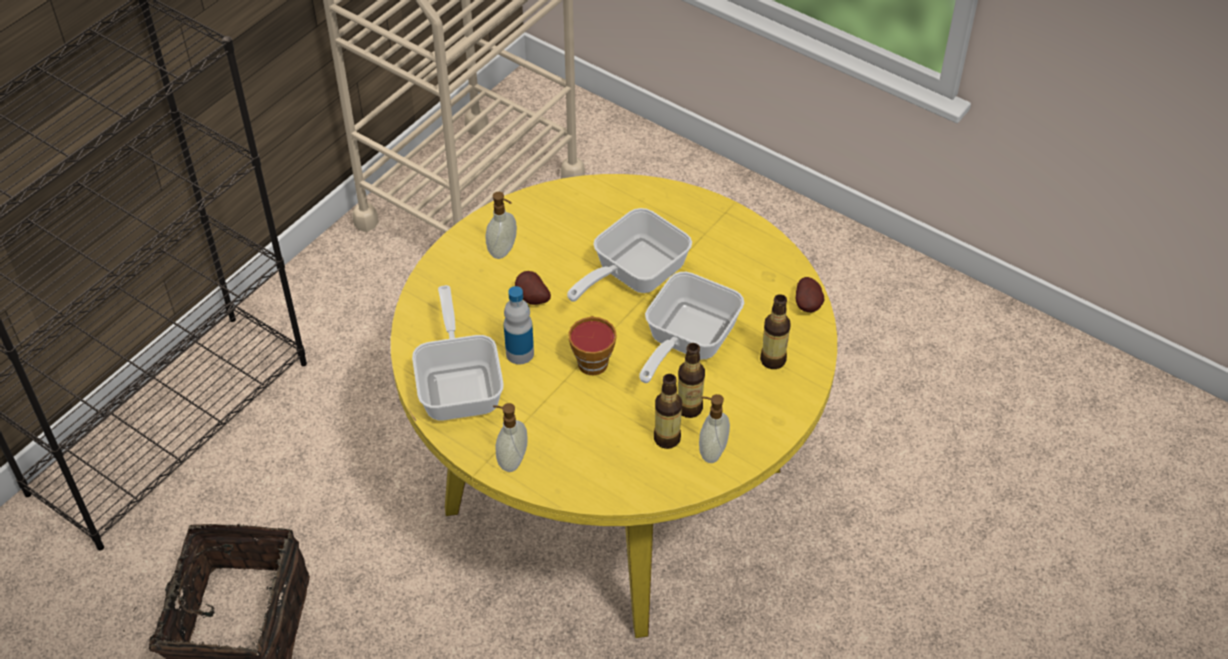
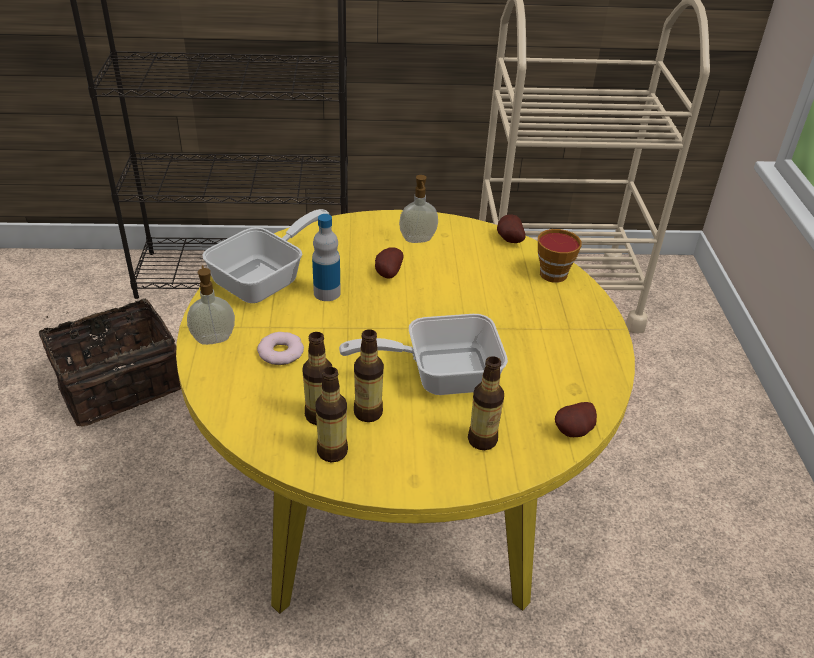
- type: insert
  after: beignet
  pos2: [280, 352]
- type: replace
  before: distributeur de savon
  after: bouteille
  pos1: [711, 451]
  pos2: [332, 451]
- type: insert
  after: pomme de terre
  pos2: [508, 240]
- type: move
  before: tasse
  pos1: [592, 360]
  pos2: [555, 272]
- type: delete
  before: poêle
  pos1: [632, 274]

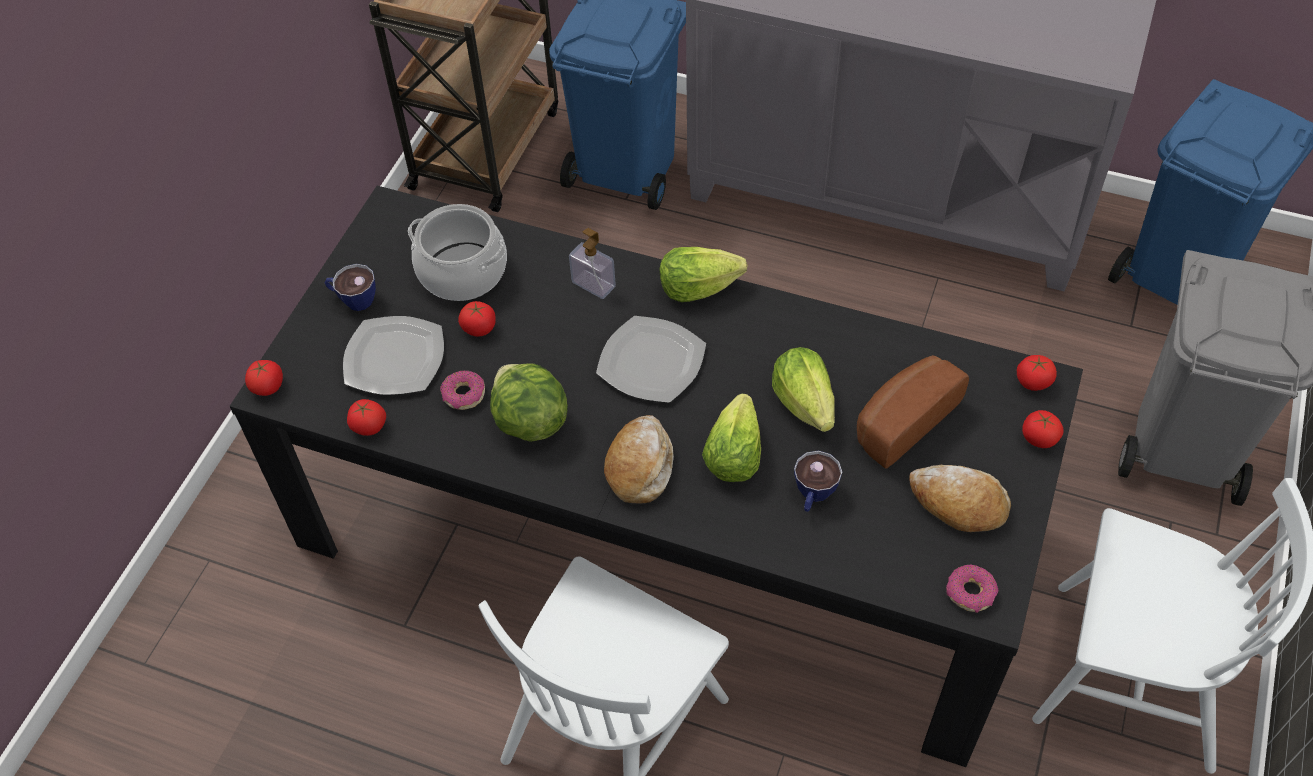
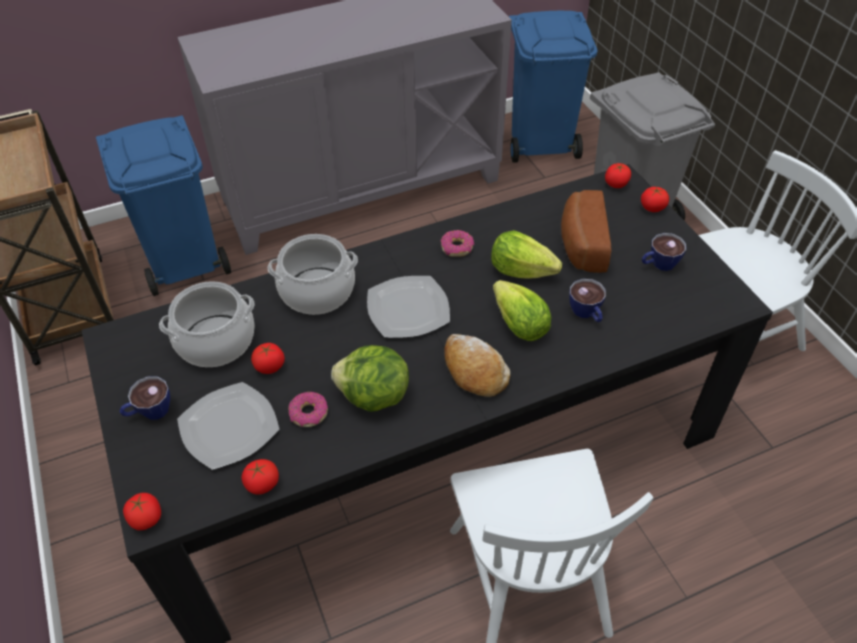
- type: replace
  before: distributeur de savon
  after: marmite
  pos1: [593, 284]
  pos2: [317, 291]
- type: move
  before: beignet
  pos1: [970, 593]
  pos2: [457, 248]
- type: replace
  before: pain
  after: tasse
  pos1: [958, 503]
  pos2: [658, 264]
- type: delete
  before: laitue
  pos1: [697, 288]

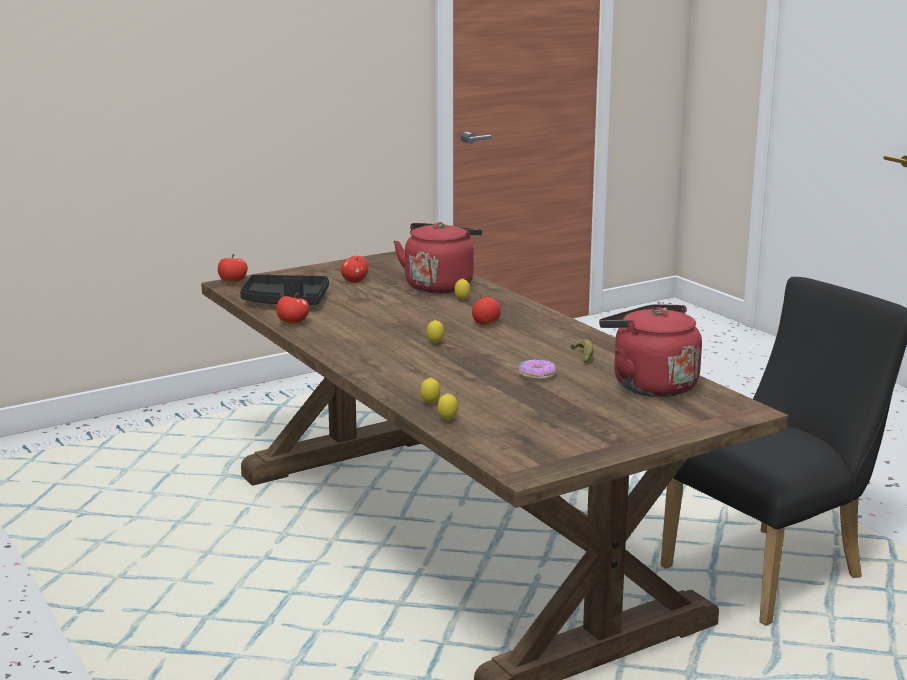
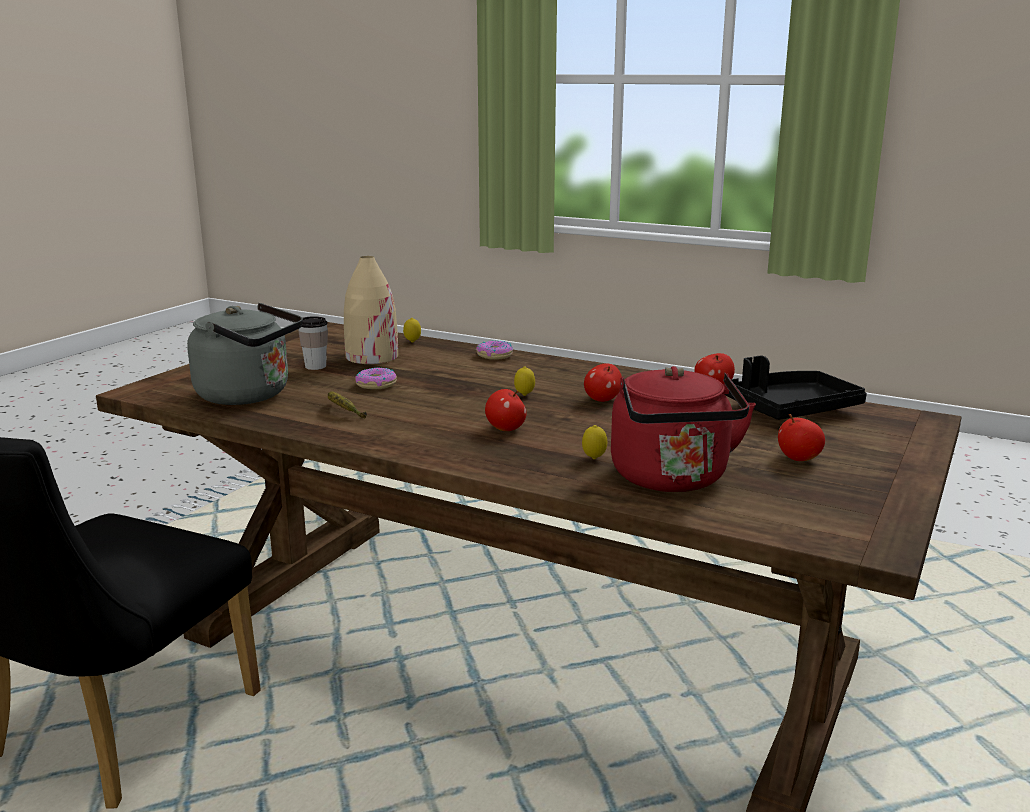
- type: recolor
  before: bouilloire [rouge]
  after: bouilloire [gris]
  pos1: [649, 385]
  pos2: [249, 395]
- type: insert
  after: tasse
  pos2: [315, 366]
- type: insert
  after: vase [beige]
  pos2: [371, 357]
- type: insert
  after: beignet
  pos2: [494, 355]
- type: move
  before: pomme
  pos1: [233, 282]
  pos2: [602, 400]
- type: delete
  before: citron
  pos1: [430, 404]

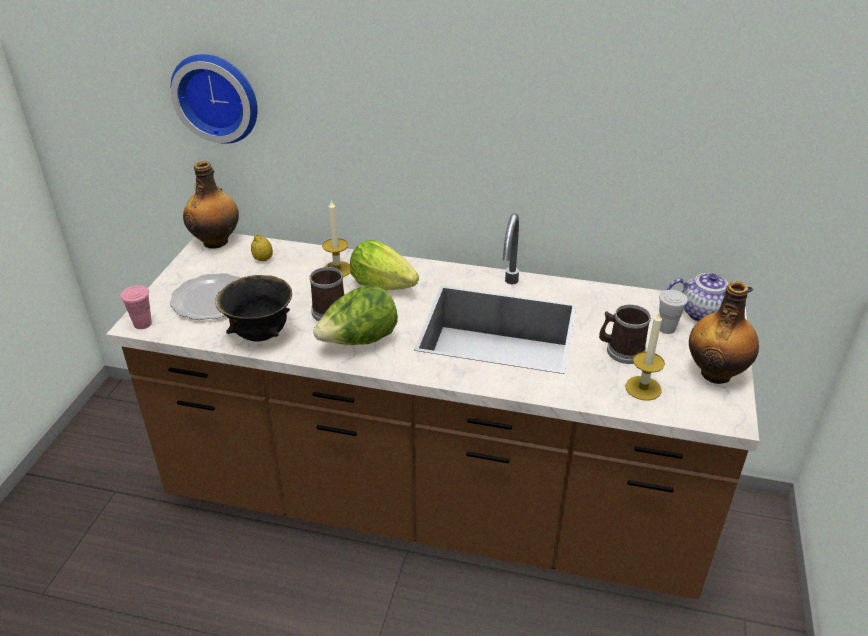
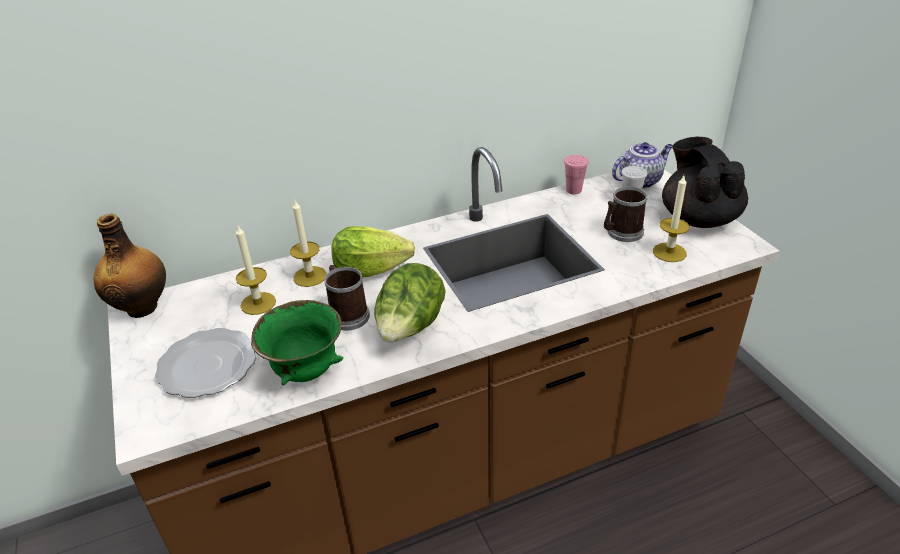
- type: insert
  after: bougie
  pos2: [258, 303]
- type: recolor
  before: bol [noir]
  after: bol [vert]
  pos1: [260, 335]
  pos2: [305, 372]
- type: move
  before: tasse [rose]
  pos1: [142, 324]
  pos2: [573, 190]
- type: replace
  before: bouteille
  after: théière [noir]
  pos1: [716, 373]
  pos2: [698, 218]
- type: delete
  before: horloge murale
  pos1: [217, 96]
- type: delete
  before: citron
  pos1: [263, 259]

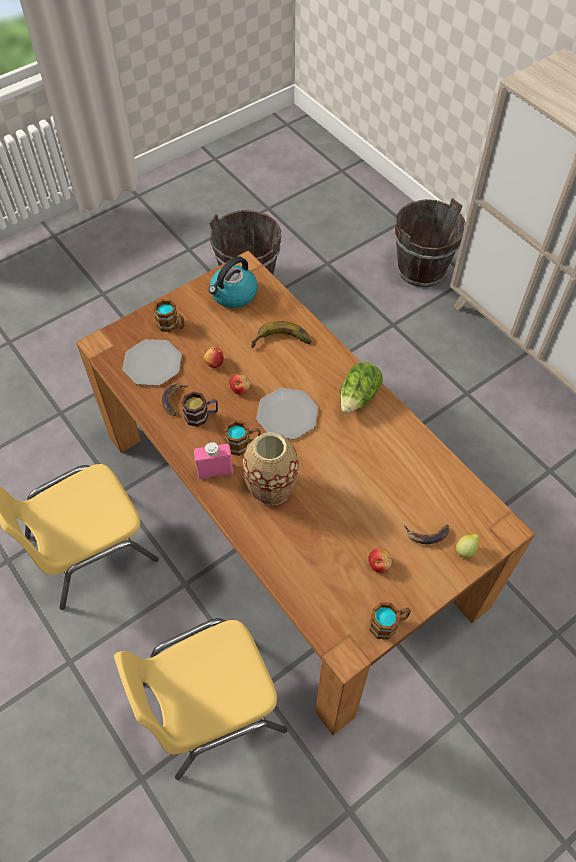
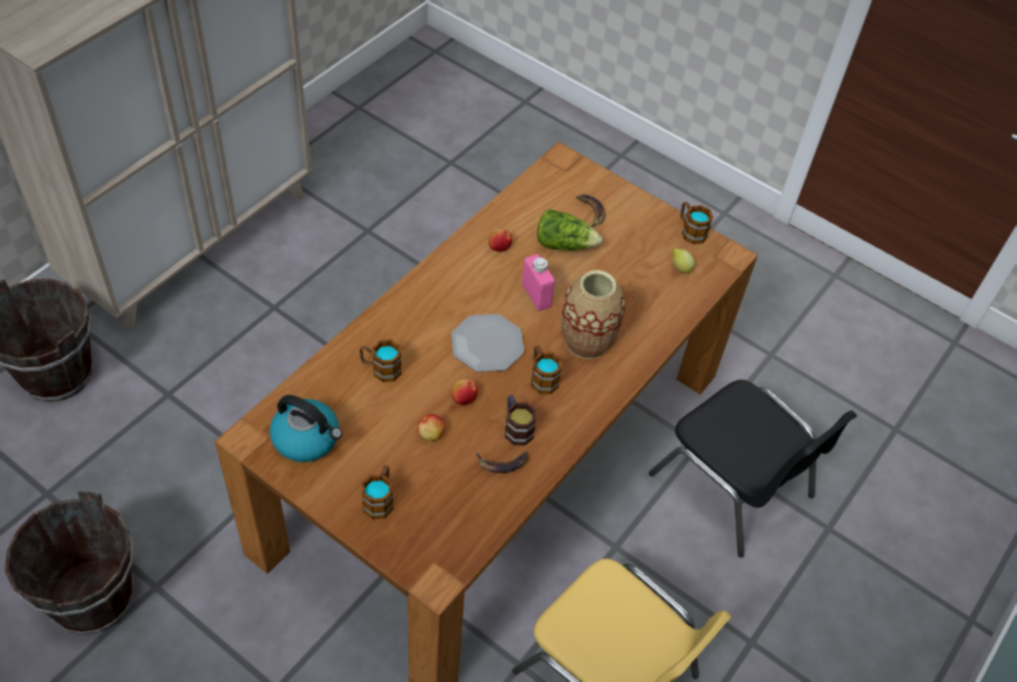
- type: replace
  before: banane
  after: mug
  pos1: [281, 343]
  pos2: [380, 369]
- type: move
  before: pomme
  pos1: [379, 564]
  pos2: [499, 246]
- type: move
  before: bouteille [rose]
  pos1: [215, 471]
  pos2: [536, 296]
- type: move
  before: laitue
  pos1: [358, 397]
  pos2: [564, 244]
- type: recolor
  before: chaise [jaune]
  after: chaise [noir]
  pos1: [209, 705]
  pos2: [734, 486]
- type: move
  before: citron
  pos1: [466, 550]
  pos2: [680, 268]
- type: delete
  before: assiette
  pos1: [152, 363]

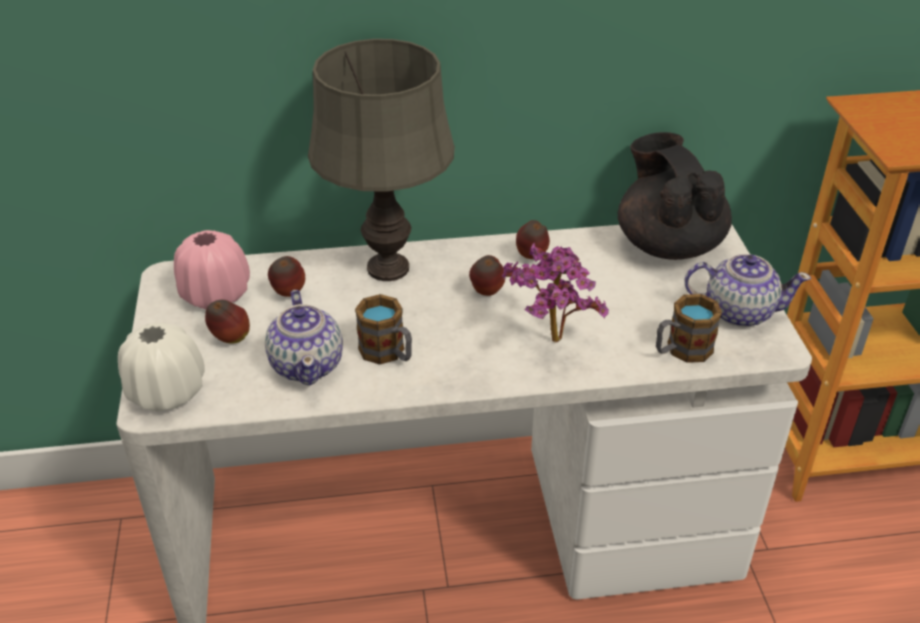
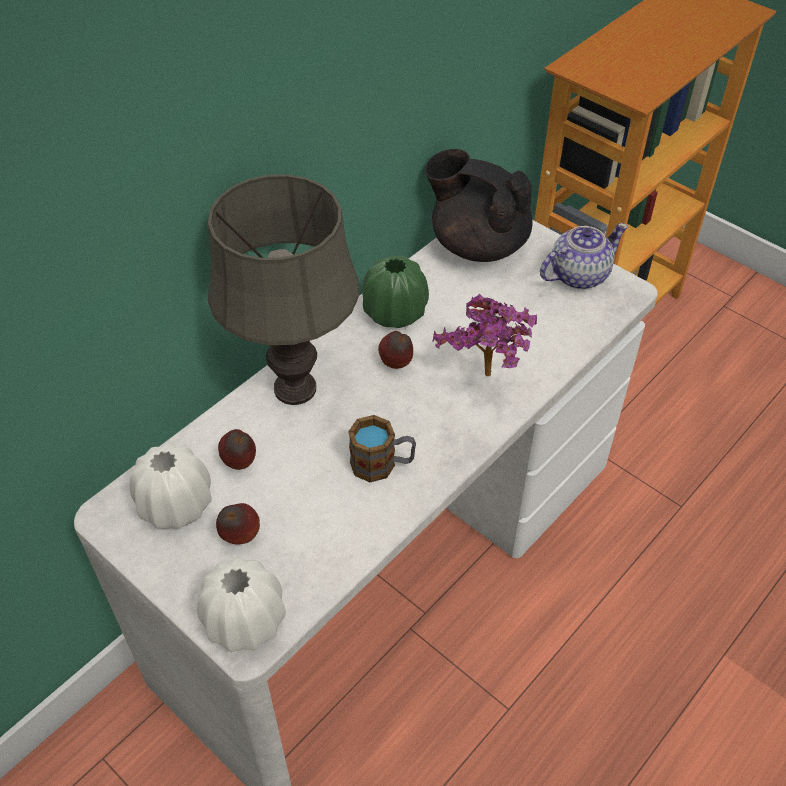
- type: recolor
  before: vase [rose]
  after: vase [blanc]
  pos1: [216, 295]
  pos2: [176, 505]
- type: replace
  before: pomme
  after: vase [vert]
  pos1: [531, 257]
  pos2: [395, 312]
- type: delete
  before: théière
  pos1: [307, 364]
- type: delete
  before: mug
  pos1: [681, 350]

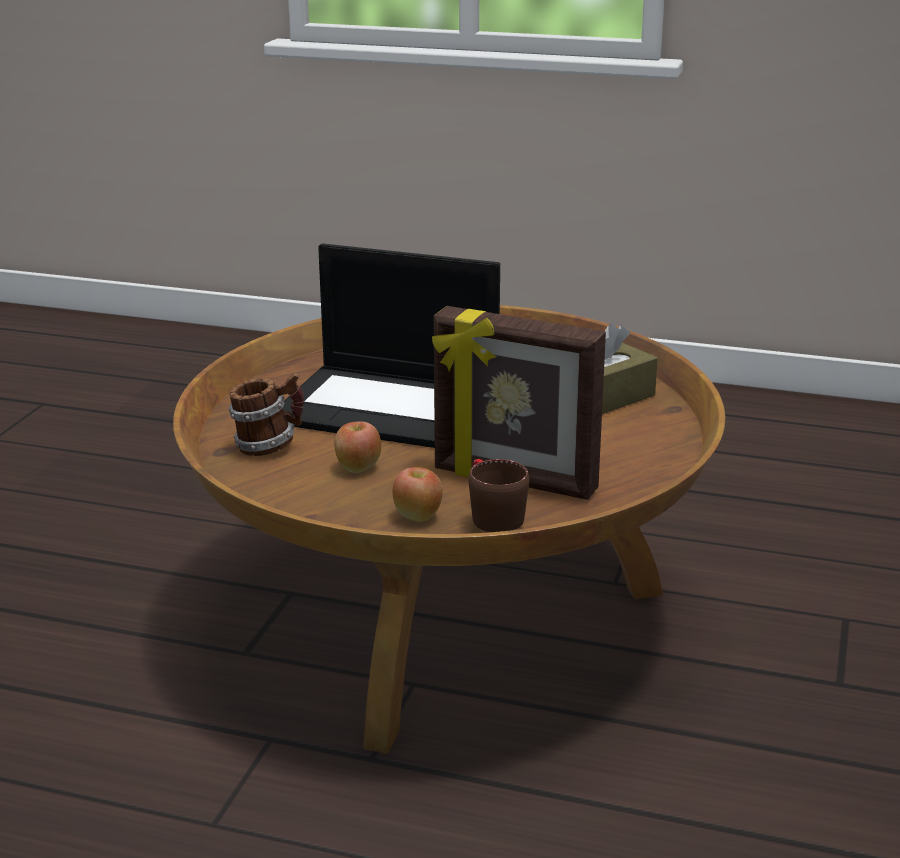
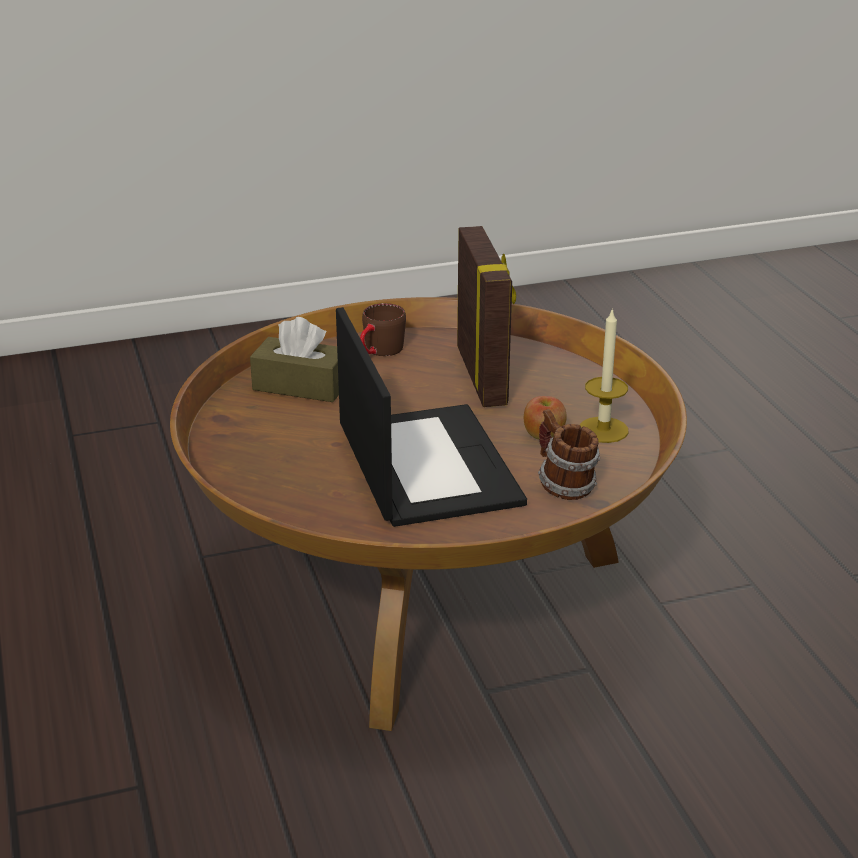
- type: move
  before: mug [marron]
  pos1: [491, 515]
  pos2: [379, 352]
- type: insert
  after: bougie
  pos2: [603, 430]
- type: delete
  before: pomme
  pos1: [418, 516]

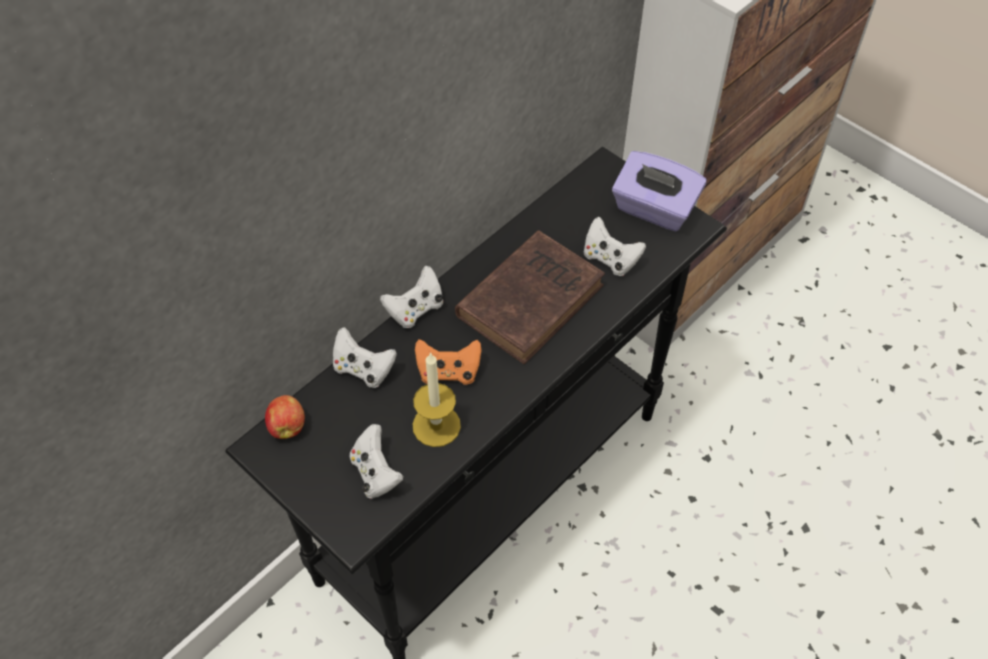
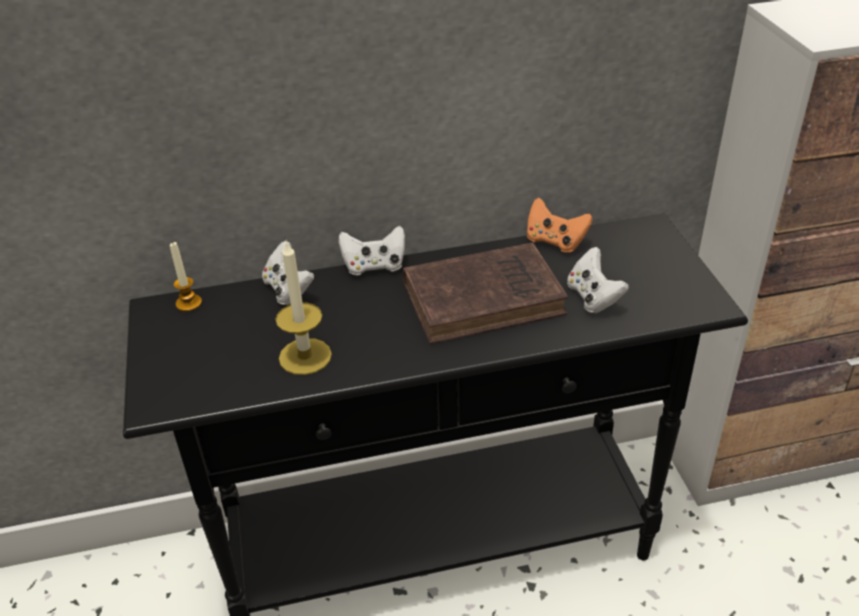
- type: replace
  before: pomme
  after: bougie
  pos1: [287, 426]
  pos2: [189, 303]
- type: move
  before: manette [orange]
  pos1: [448, 372]
  pos2: [555, 241]
- type: delete
  before: manette [blanc]
  pos1: [376, 473]
- type: delete
  before: boîte à mouchoirs [violet]
  pos1: [654, 209]

